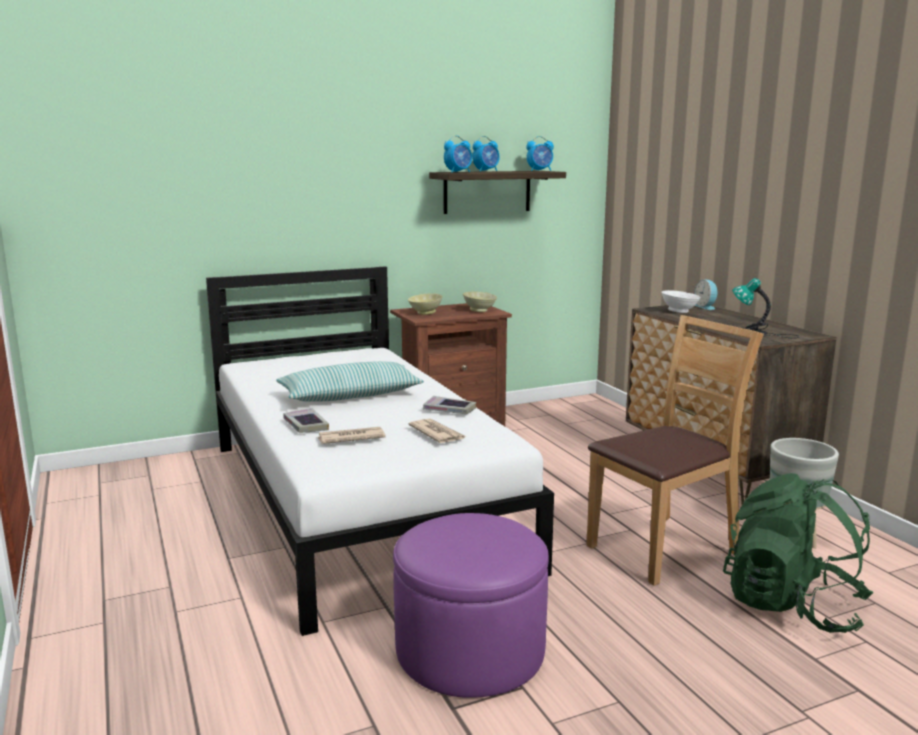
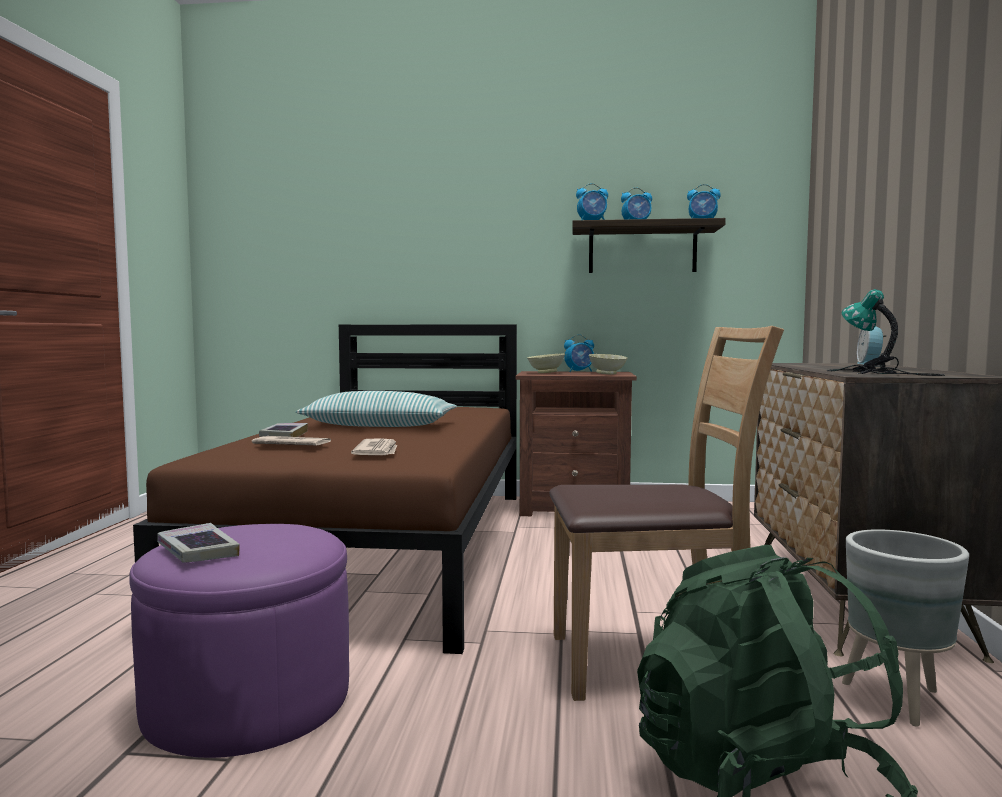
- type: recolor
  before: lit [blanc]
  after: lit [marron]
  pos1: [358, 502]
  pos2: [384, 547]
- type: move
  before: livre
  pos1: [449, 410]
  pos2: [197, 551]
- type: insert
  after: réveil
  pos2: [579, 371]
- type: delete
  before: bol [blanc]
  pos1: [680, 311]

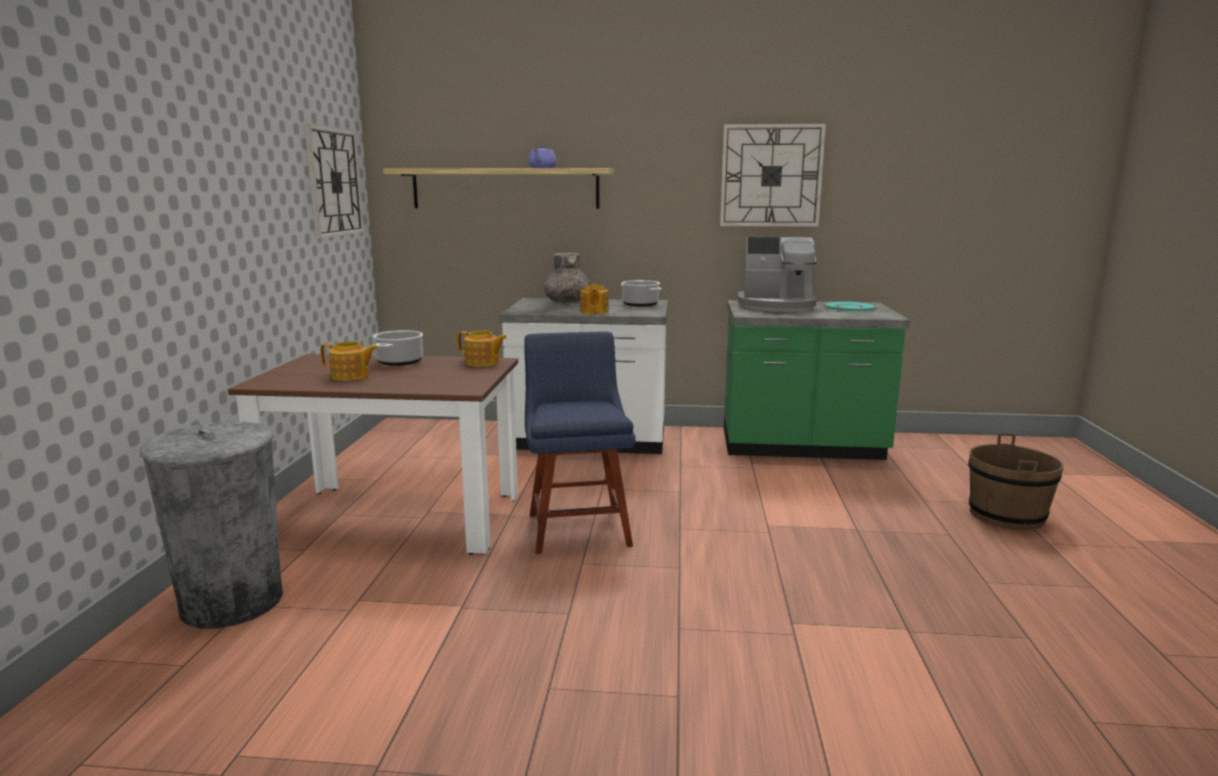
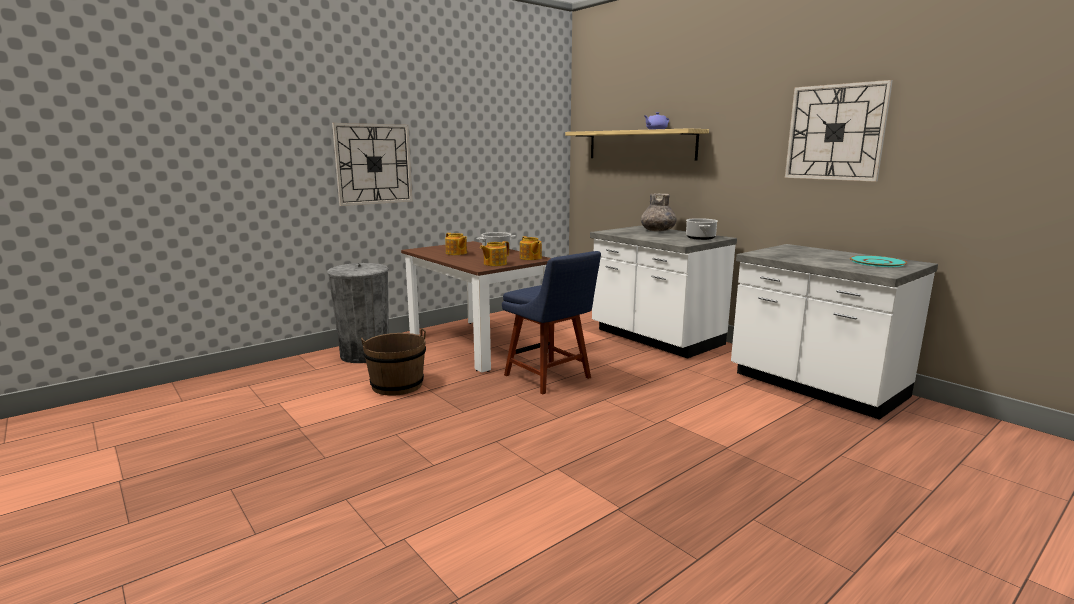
- type: move
  before: horloge murale
  pos1: [334, 182]
  pos2: [373, 164]
- type: move
  before: seau [marron]
  pos1: [1006, 516]
  pos2: [397, 385]
- type: move
  before: théière
  pos1: [594, 311]
  pos2: [494, 264]
- type: rotate
  before: chaise [bleu]
  pos1: [578, 526]
  pos2: [550, 378]
  turn: 105
- type: recolor
  before: comptoir de cuisine [vert]
  after: comptoir de cuisine [blanc]
  pos1: [801, 446]
  pos2: [815, 386]
- type: delete
  before: machine à café
  pos1: [777, 306]

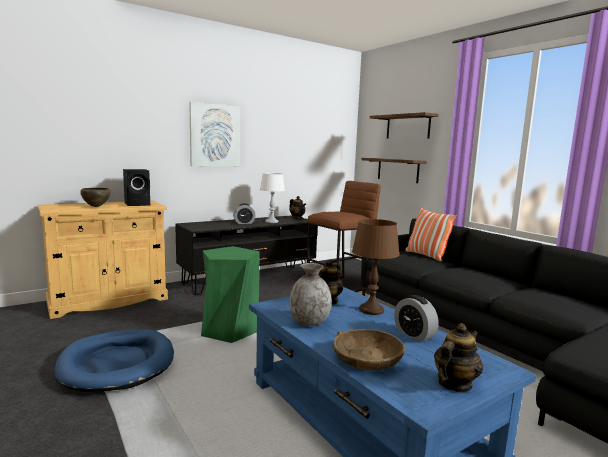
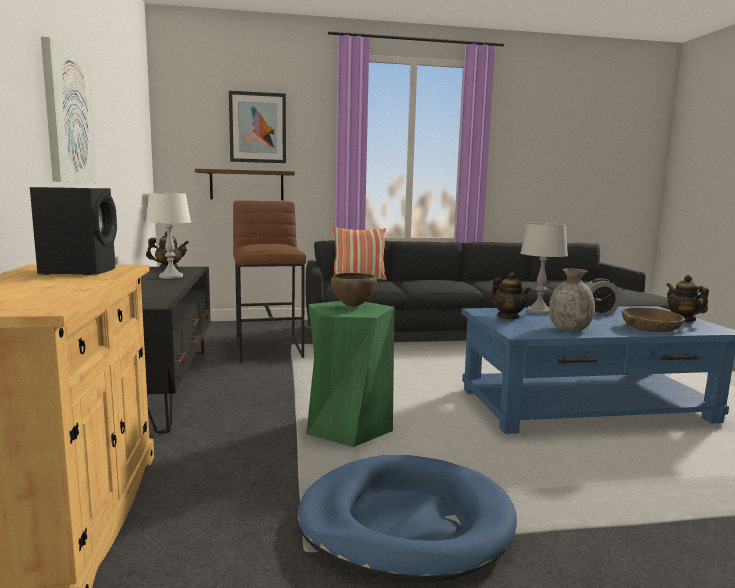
- type: replace
  before: étagère
  after: tableau
  pos1: [408, 127]
  pos2: [258, 127]
- type: move
  before: bol [marron]
  pos1: [96, 206]
  pos2: [353, 306]
- type: recolor
  before: lampe de table [marron]
  after: lampe de table [gris]
  pos1: [371, 310]
  pos2: [538, 311]
- type: delete
  before: réveil
  pos1: [244, 223]

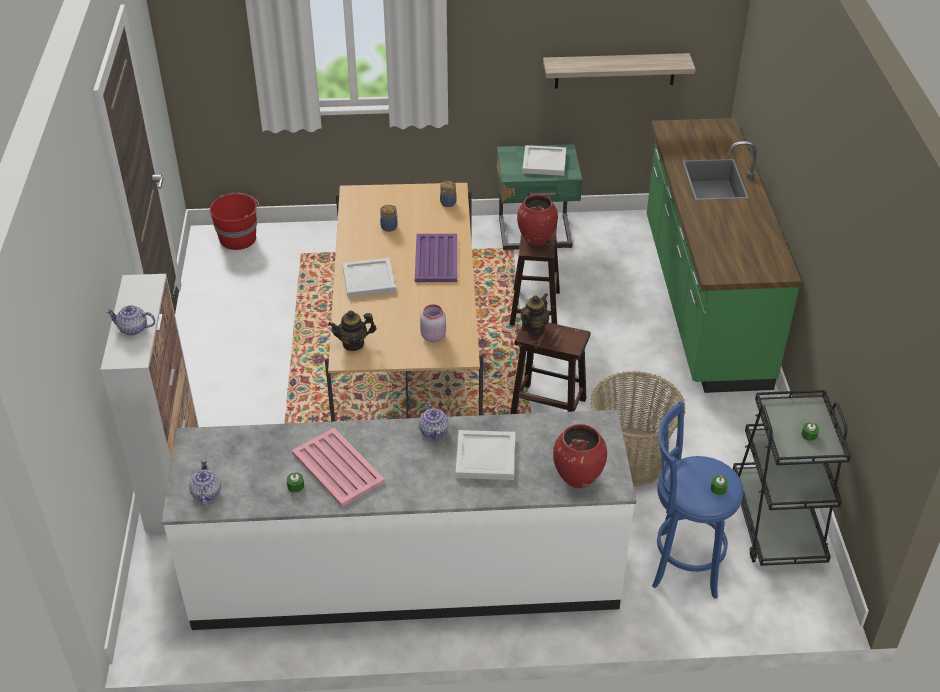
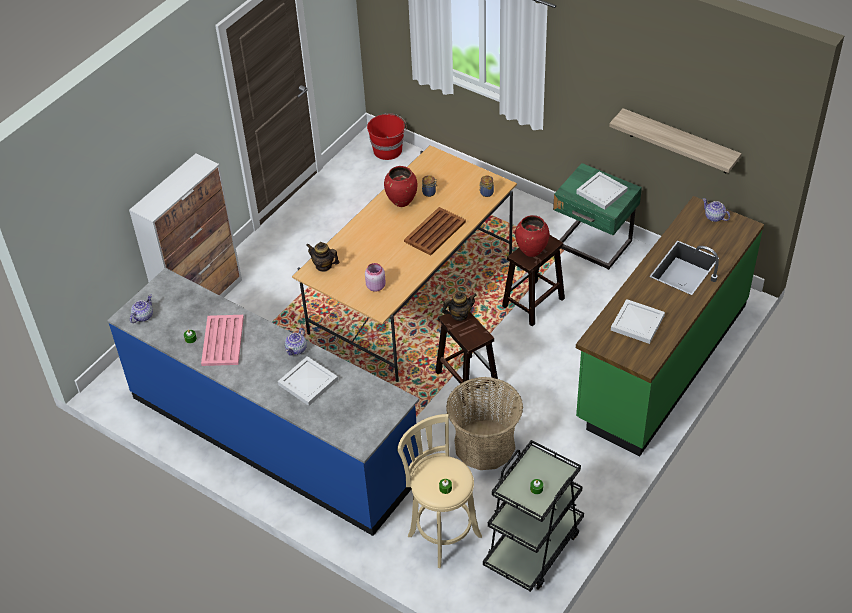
- type: recolor
  before: comptoir de cuisine [blanc]
  after: comptoir de cuisine [bleu]
  pos1: [406, 573]
  pos2: [273, 436]
- type: move
  before: vase [rouge]
  pos1: [578, 479]
  pos2: [401, 202]
- type: recolor
  before: tabouret [bleu]
  after: tabouret [beige]
  pos1: [682, 563]
  pos2: [442, 533]
- type: recolor
  before: plateau [violet]
  after: plateau [marron]
  pos1: [436, 259]
  pos2: [434, 232]
- type: move
  before: plateau [blanc]
  pos1: [369, 279]
  pos2: [638, 323]
- type: move
  before: théière
  pos1: [133, 329]
  pos2: [714, 217]

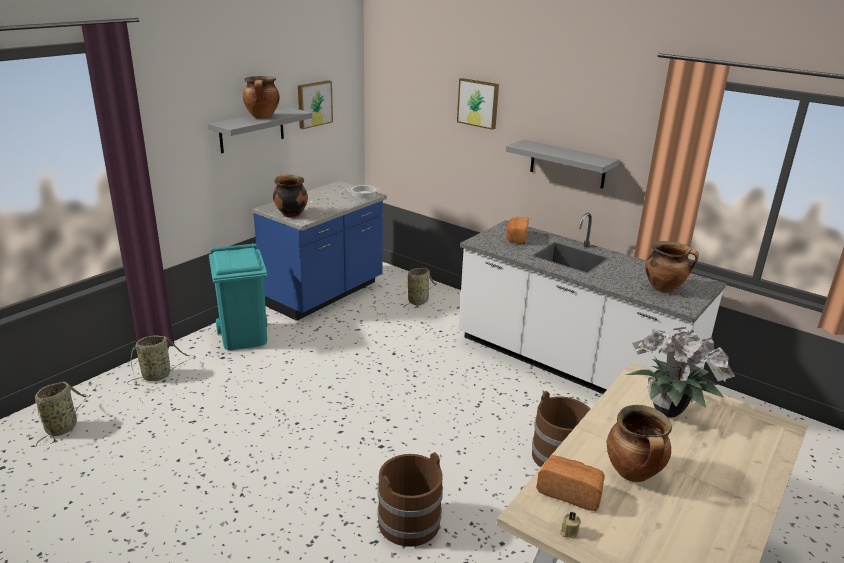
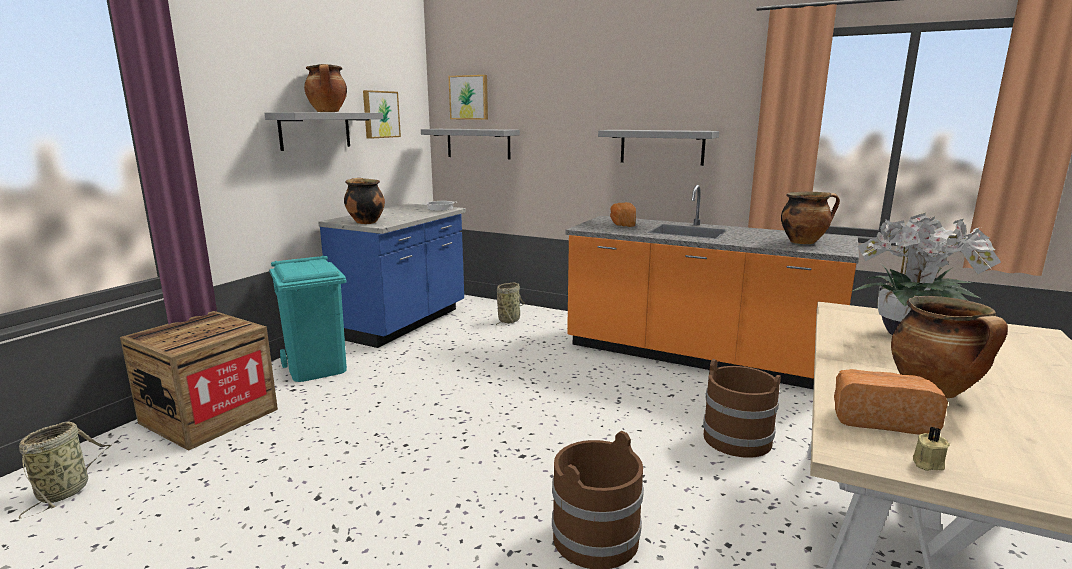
- type: replace
  before: panier
  after: caisse
  pos1: [158, 375]
  pos2: [209, 416]
- type: insert
  after: étagère [gris]
  pos2: [478, 143]
- type: move
  before: tableau
  pos1: [478, 103]
  pos2: [469, 97]
- type: recolor
  before: comptoir de cuisine [blanc]
  after: comptoir de cuisine [orange]
  pos1: [571, 365]
  pos2: [697, 356]

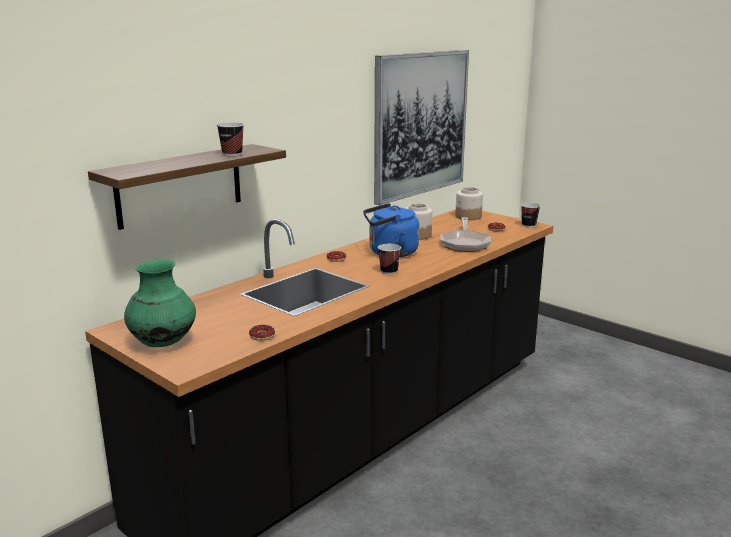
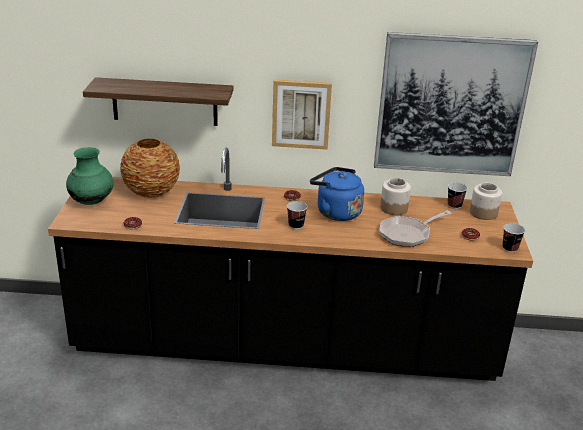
- type: insert
  after: vase
  pos2: [151, 192]
- type: insert
  after: tableau
  pos2: [301, 114]
- type: move
  before: tasse
  pos1: [232, 154]
  pos2: [454, 205]

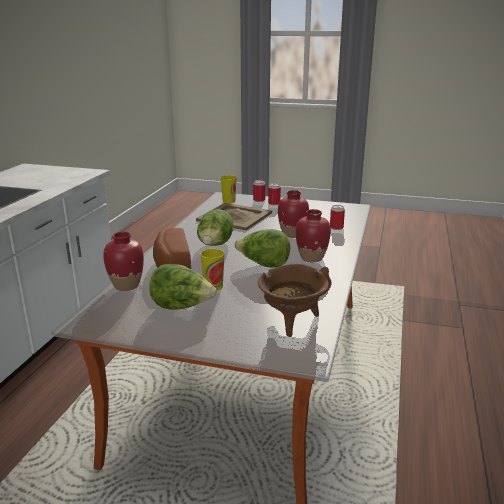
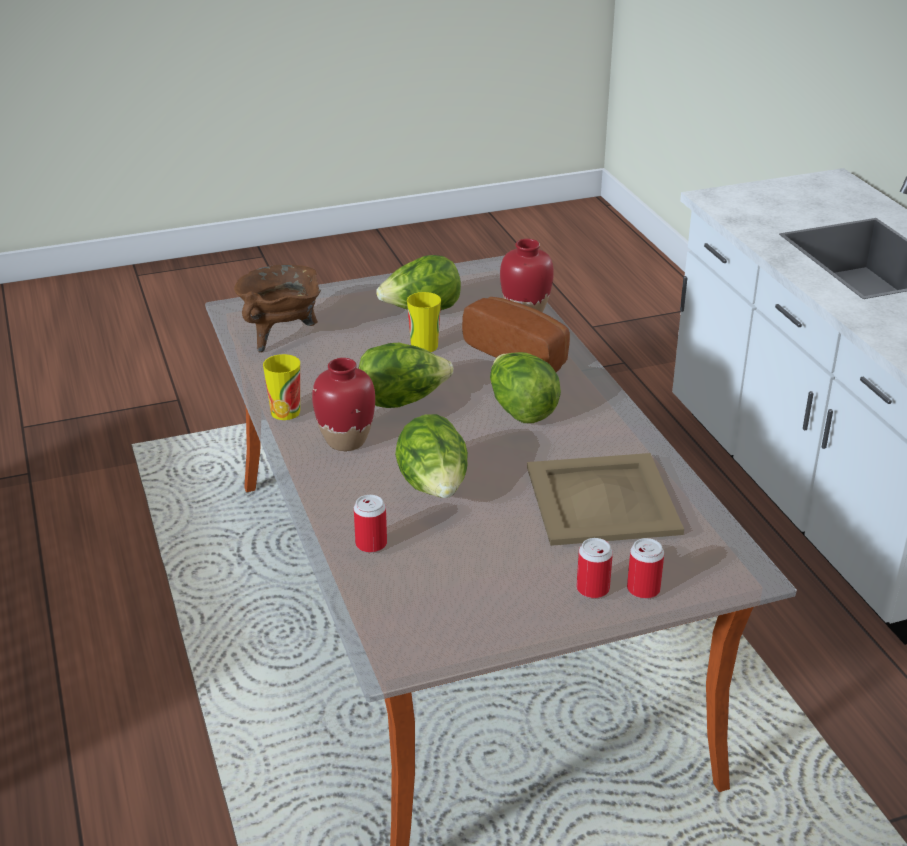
- type: move
  before: tasse
  pos1: [229, 201]
  pos2: [285, 412]
- type: replace
  before: vase [rouge]
  after: laitue
  pos1: [292, 234]
  pos2: [434, 488]

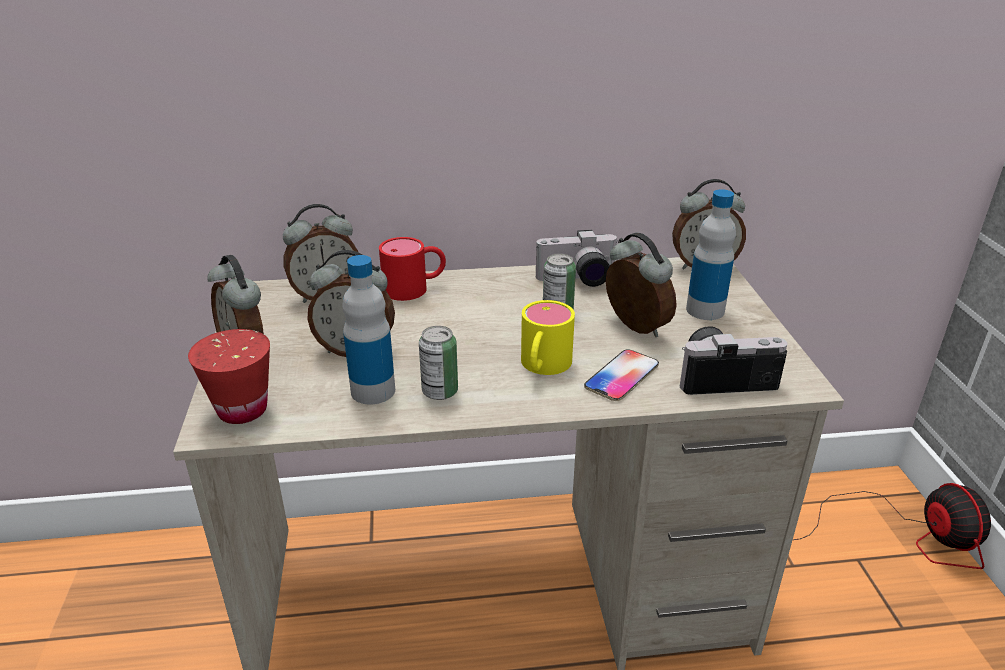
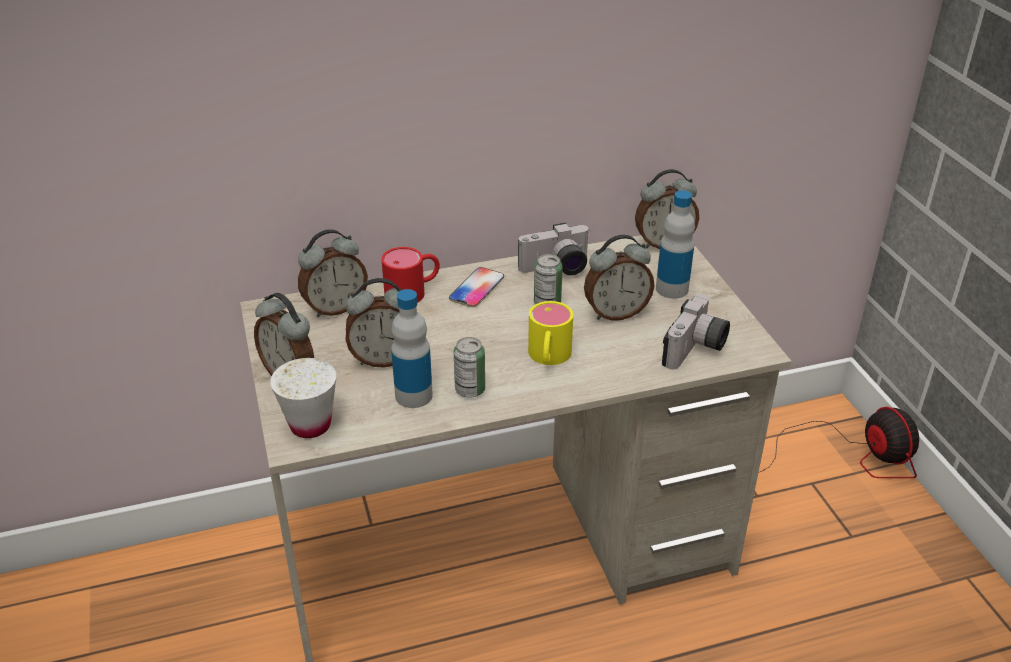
- type: recolor
  before: tasse [rouge]
  after: tasse [blanc]
  pos1: [242, 410]
  pos2: [310, 425]
- type: move
  before: téléphone
  pos1: [622, 376]
  pos2: [477, 288]
- type: rotate
  before: réveil
  pos1: [634, 328]
  pos2: [616, 313]
  turn: 120
- type: rotate
  before: appareil photo
  pos1: [723, 376]
  pos2: [696, 350]
  turn: 135

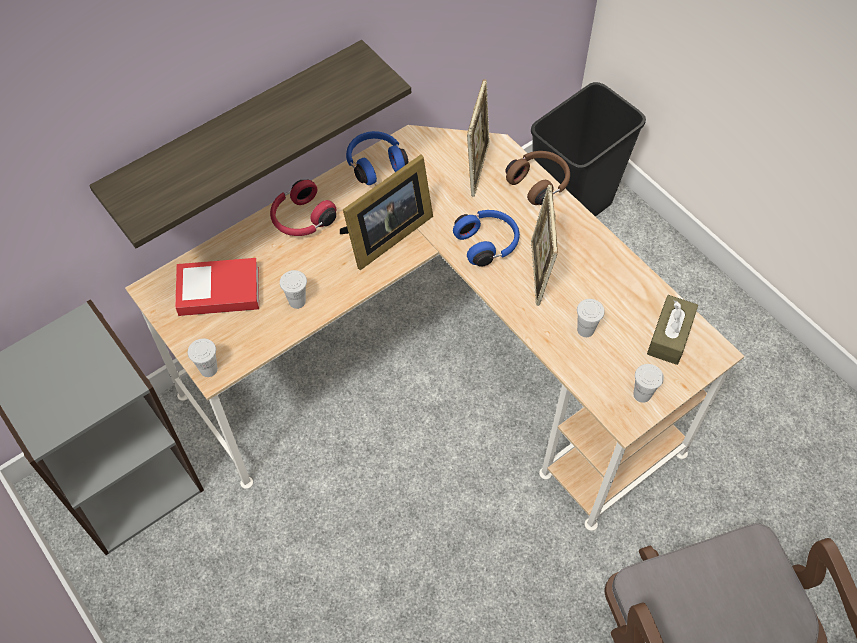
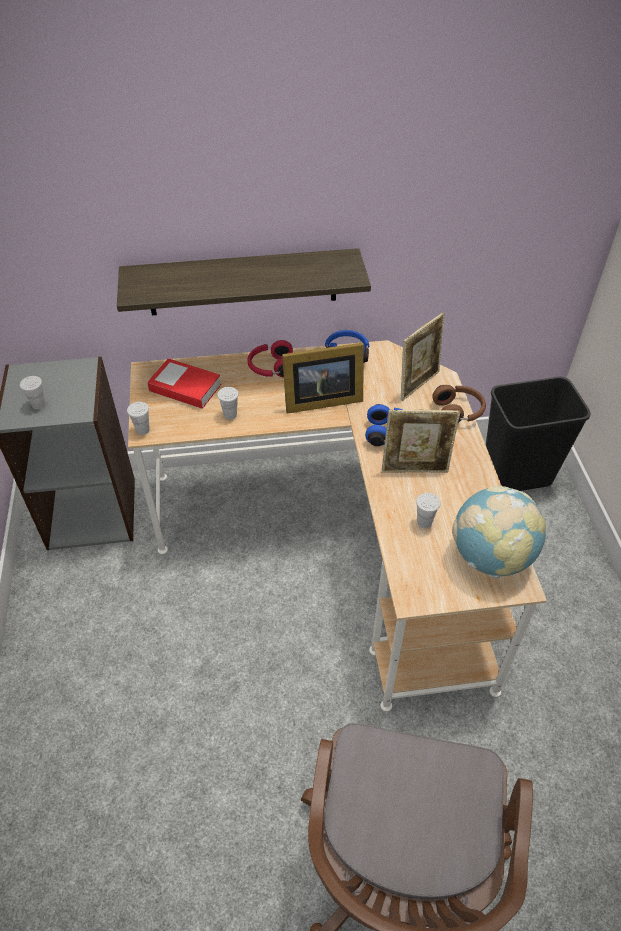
- type: move
  before: tasse [blanc]
  pos1: [642, 394]
  pos2: [38, 404]
- type: rotate
  before: cadre photo
  pos1: [538, 273]
  pos2: [415, 469]
  turn: -120
- type: replace
  before: boîte à mouchoirs [marron]
  after: globe
  pos1: [669, 336]
  pos2: [491, 557]

